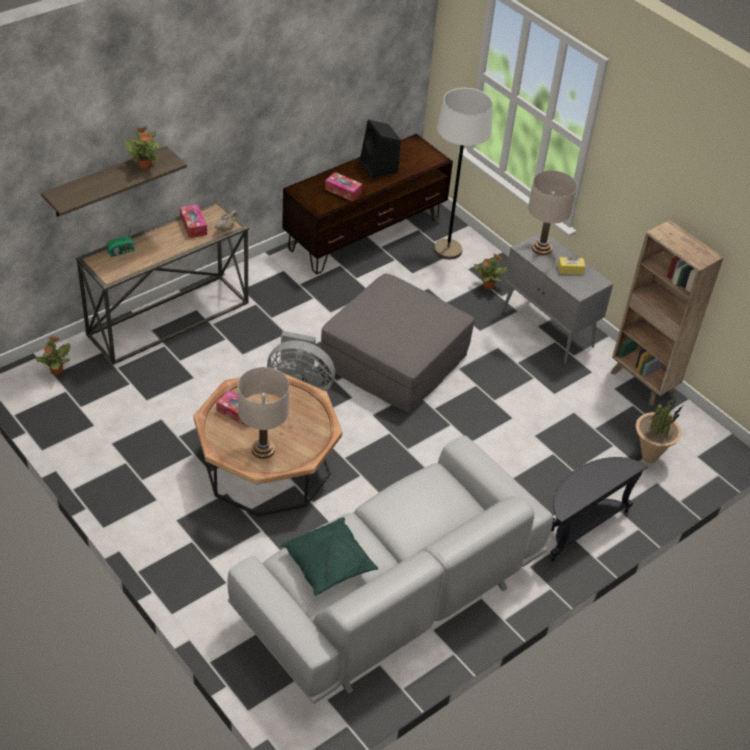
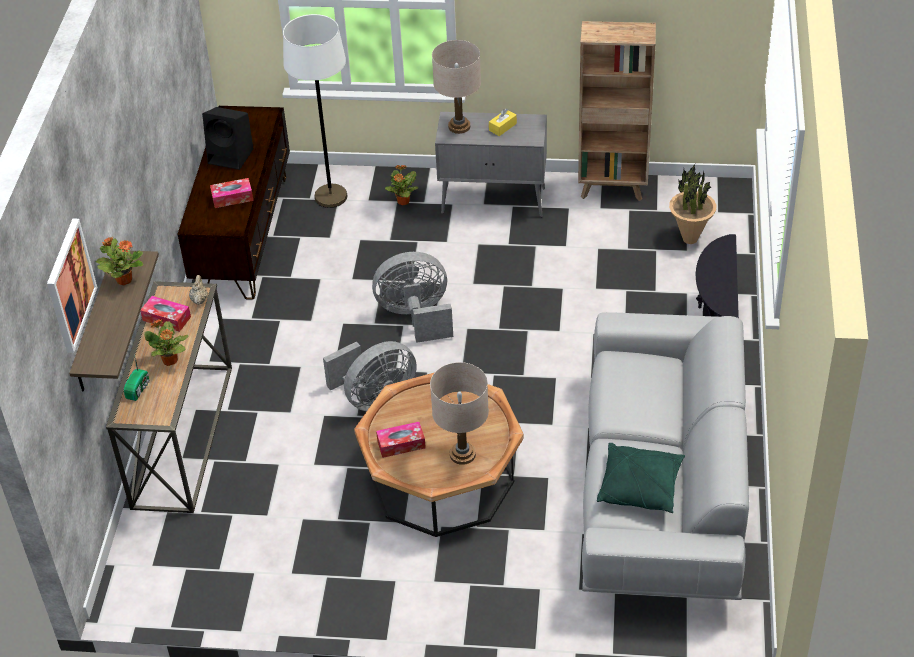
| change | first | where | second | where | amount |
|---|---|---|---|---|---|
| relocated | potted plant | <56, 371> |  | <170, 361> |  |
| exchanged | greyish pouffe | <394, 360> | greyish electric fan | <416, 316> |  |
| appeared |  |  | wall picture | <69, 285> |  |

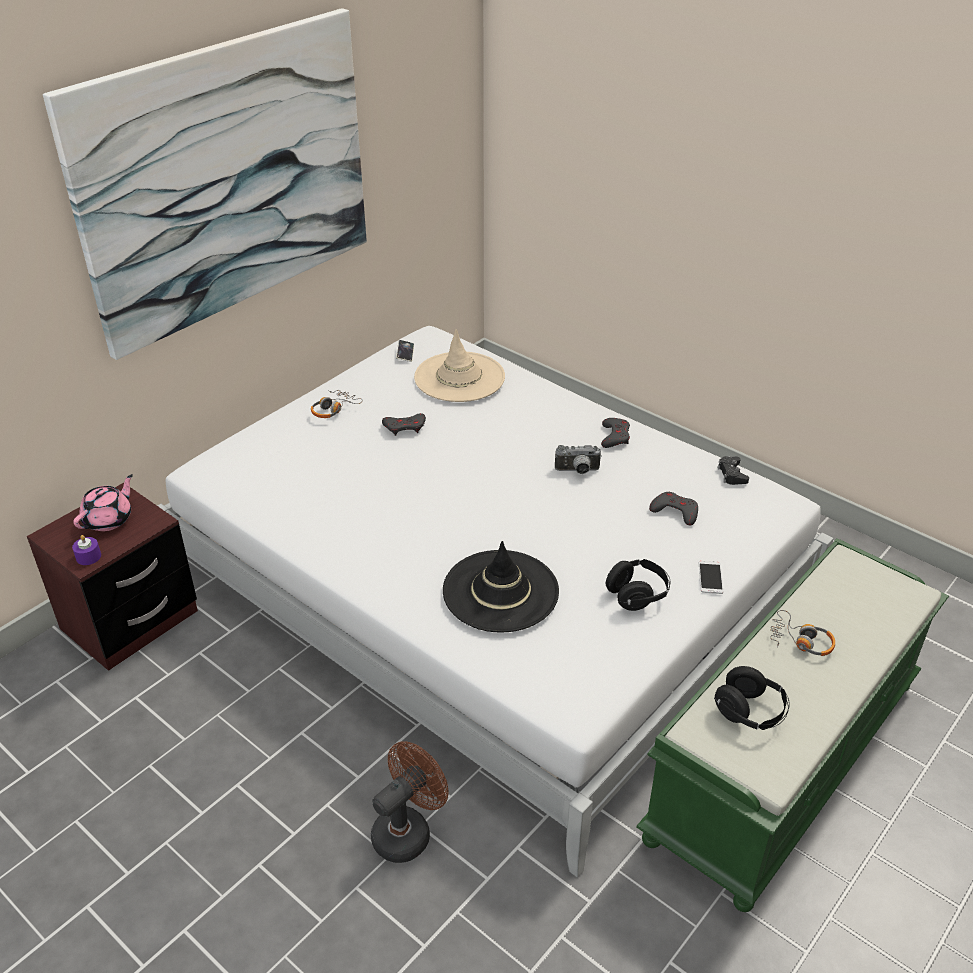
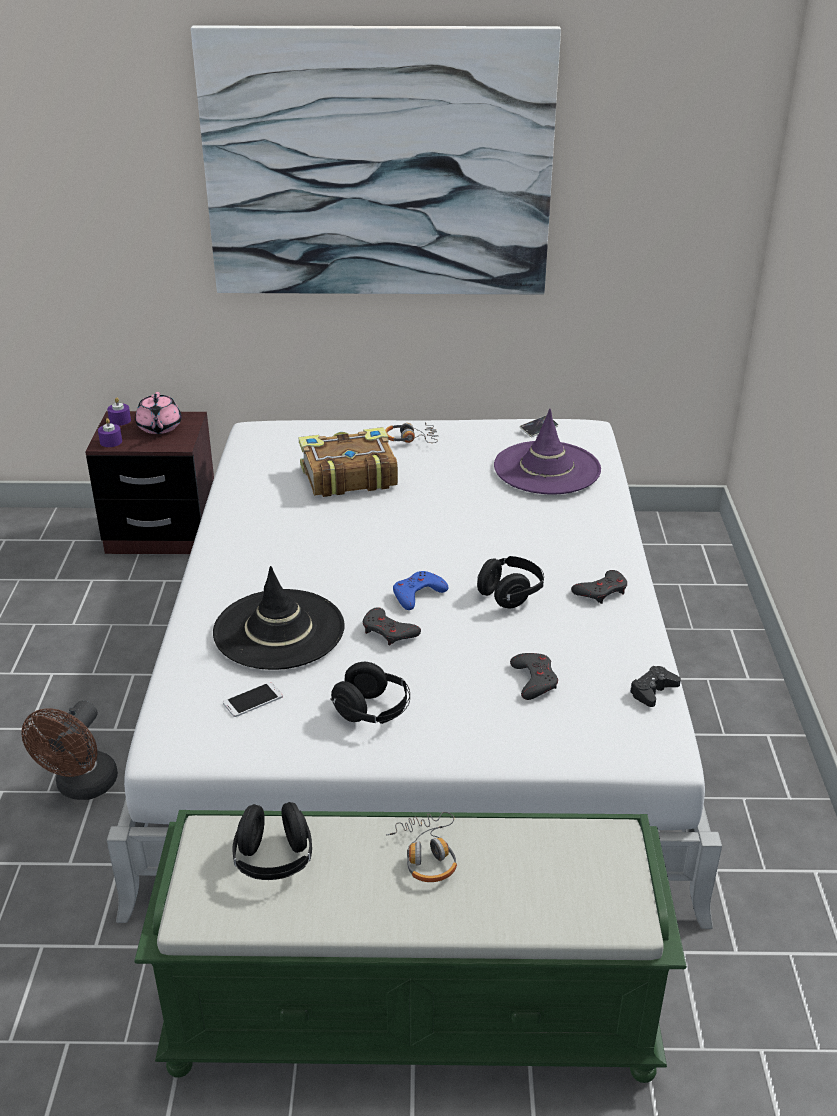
| change | first | where | second | where | amount |
|---|---|---|---|---|---|
| spun | pink-coloured tea pot | <109, 519> |  | <159, 428> | 90 degrees clockwise |
| spun | brownish electric fan | <408, 830> |  | <82, 787> | 105 degrees clockwise |
| relocated | greyish gamepad | <405, 427> |  | <389, 631> |  |
| colour | beige hat | <459, 377> | purple hat | <547, 468> |  |
| exchanged | still camera | <577, 471> | black-coloured pair of headphones | <510, 594> |  |
| relocated | telephone | <710, 577> |  | <253, 700> |  |
| appeared |  |  | purple wax light | <120, 420> |  |
| appeared |  |  | bound book | <347, 476> |  |
| appeared |  |  | bluish gamepad | <417, 594> |  |

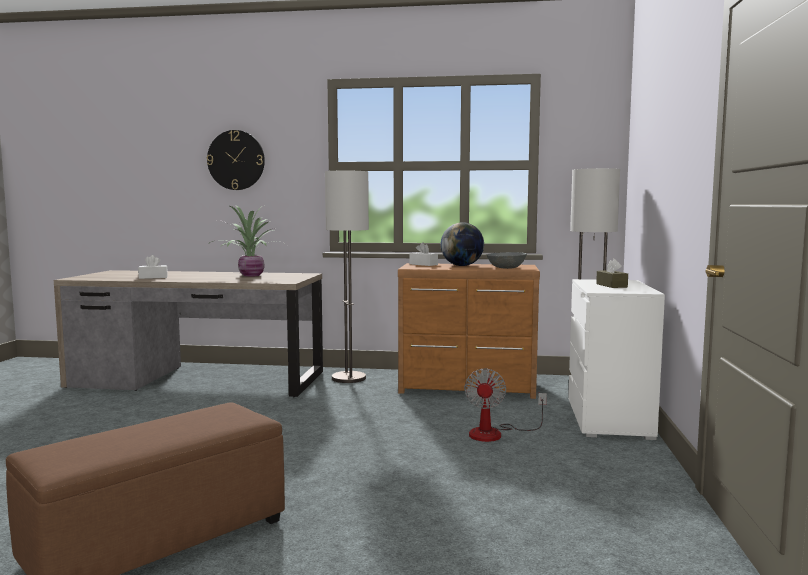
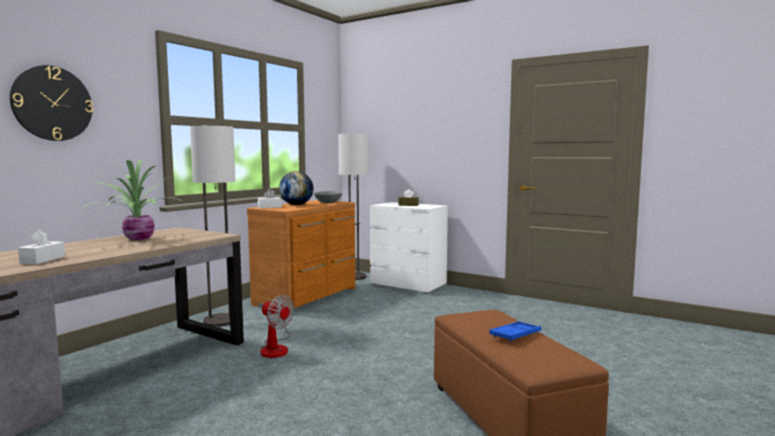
| change | first | where | second | where | amount |
|---|---|---|---|---|---|
| relocated | electric fan | <495, 433> |  | <276, 348> |  |
| appeared |  |  | bluish carrying tray | <515, 335> |  |

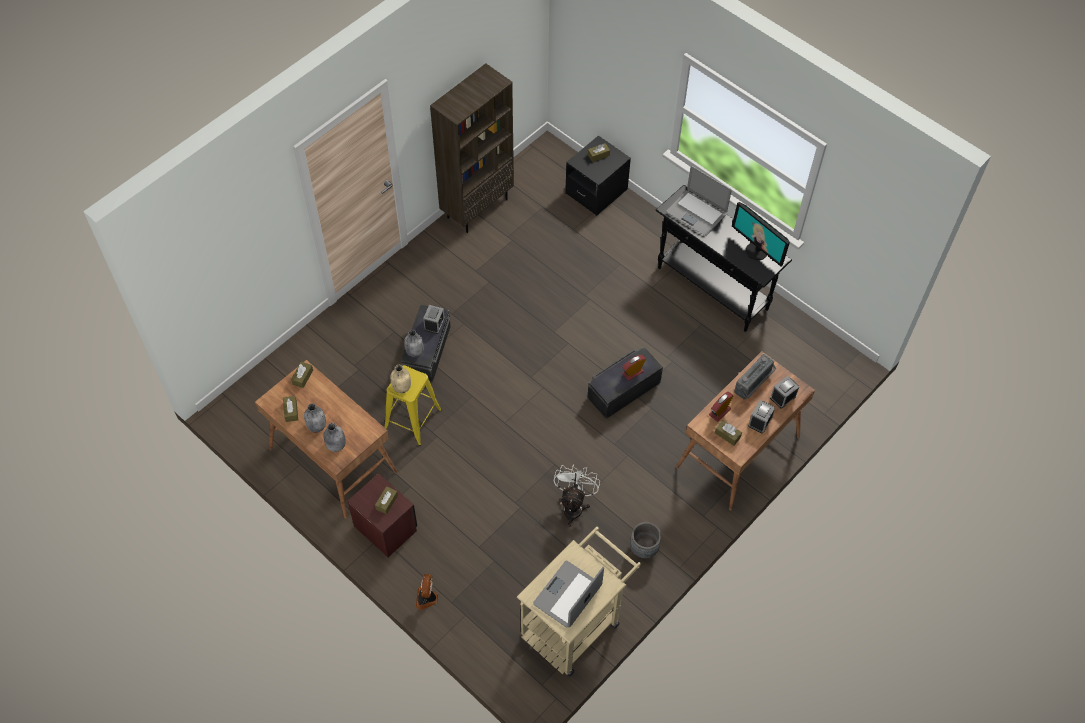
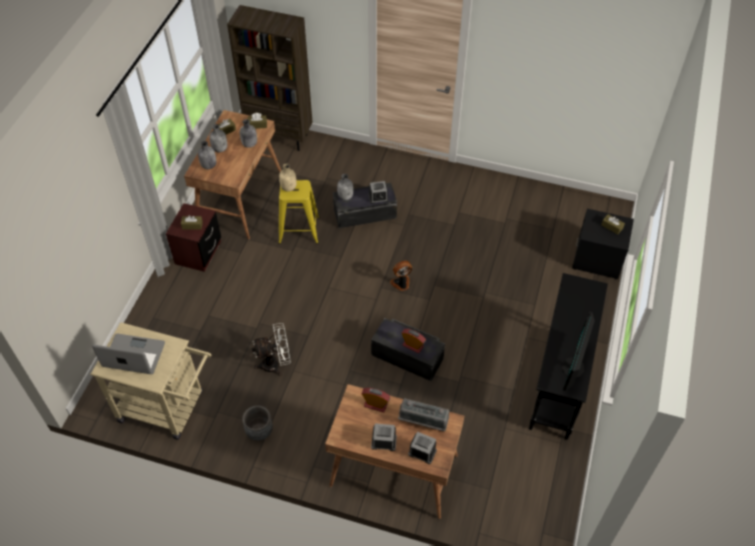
| change | first | where | second | where | amount |
|---|---|---|---|---|---|
| relocated | electric fan | <427, 598> |  | <401, 284> |  |
| relocated | brownish bookshelf | <477, 207> |  | <280, 137> |  |
| missing | laptop | <696, 213> |  |  |  |
| missing | brownish tissue holder | <727, 435> |  |  |  |
| appeared |  |  | greyish drink bottle | <249, 144> |  |

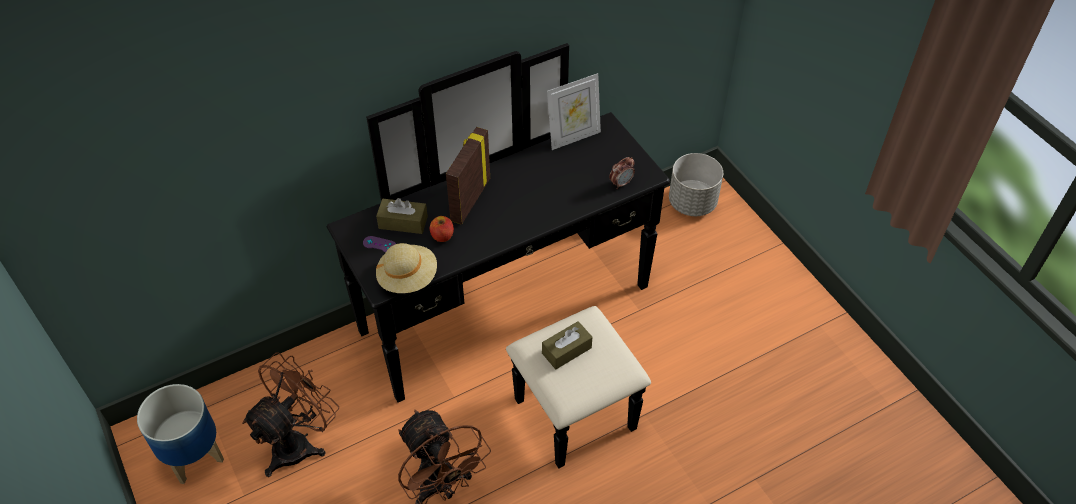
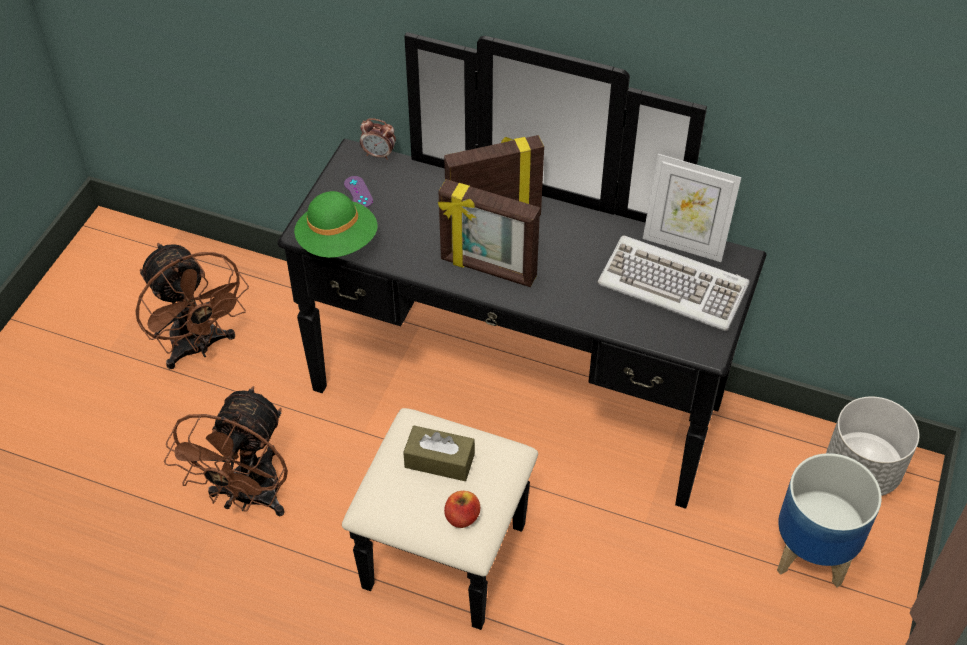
| change | first | where | second | where | amount |
|---|---|---|---|---|---|
| relocated | flower pot | <193, 455> |  | <811, 552> |  |
| spun | brownish electric fan | <299, 442> |  | <199, 348> | 60 degrees clockwise |
| missing | brownish tissue holder | <403, 222> |  |  |  |
| colour | beige hat | <408, 278> | green-coloured hat | <338, 242> |  |
| relocated | apple fruit | <442, 236> |  | <462, 517> |  |
| relocated | table clock | <621, 183> |  | <379, 154> |  |
| appeared |  |  | photo frame | <487, 269> |  |
| appeared |  |  | PC keyboard | <673, 286> |  |

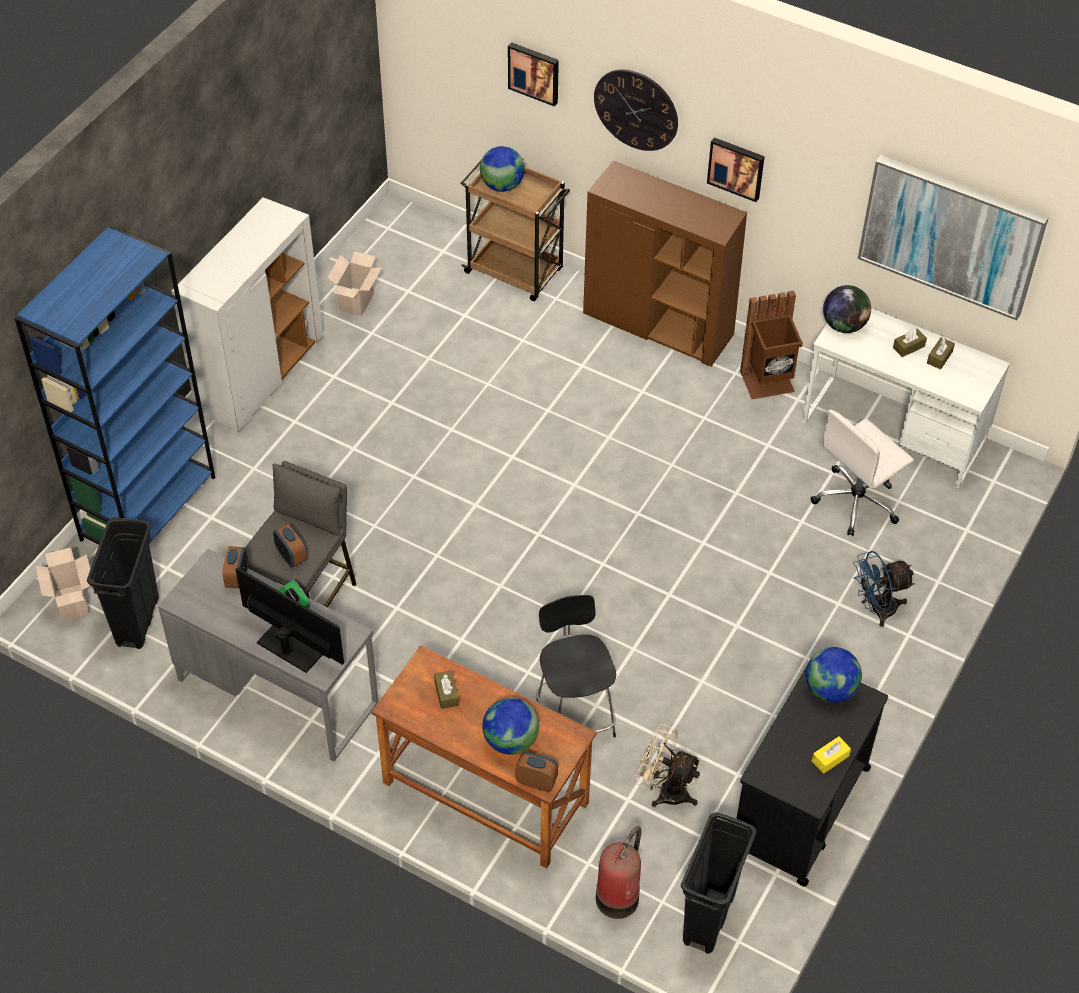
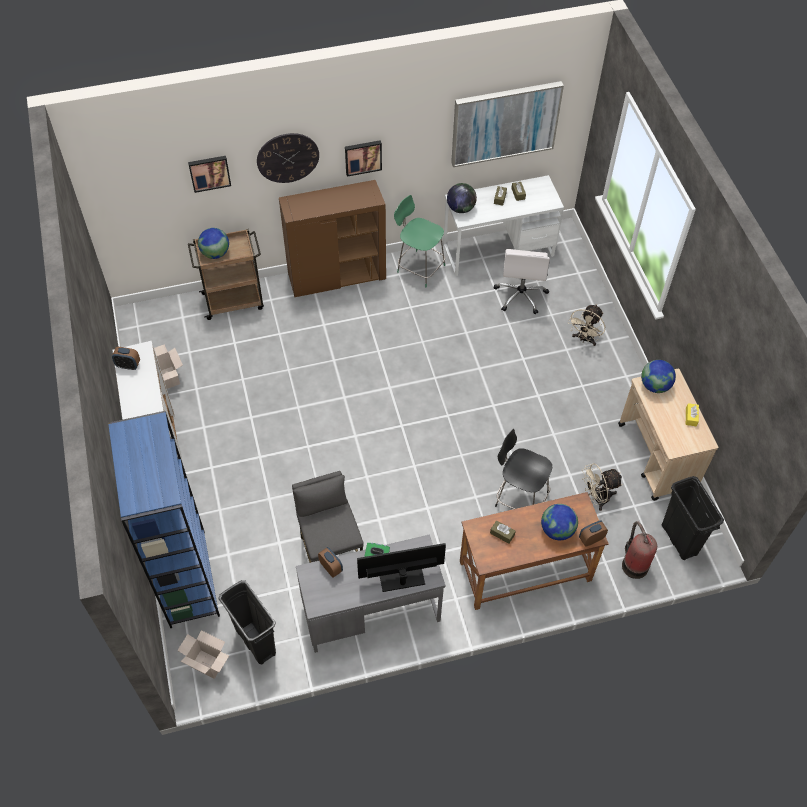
| change | first | where | second | where | amount |
|---|---|---|---|---|---|
| relocated | table clock | <291, 556> |  | <128, 365> |  |
| colour | black-coloured trolley | <799, 809> | beige trolley | <657, 457> |  |
| exchanged | brownish rubbish bin | <768, 383> | green-coloured chair | <419, 268> |  |
| colour | bluish electric fan | <876, 609> | beige electric fan | <584, 339> |  |

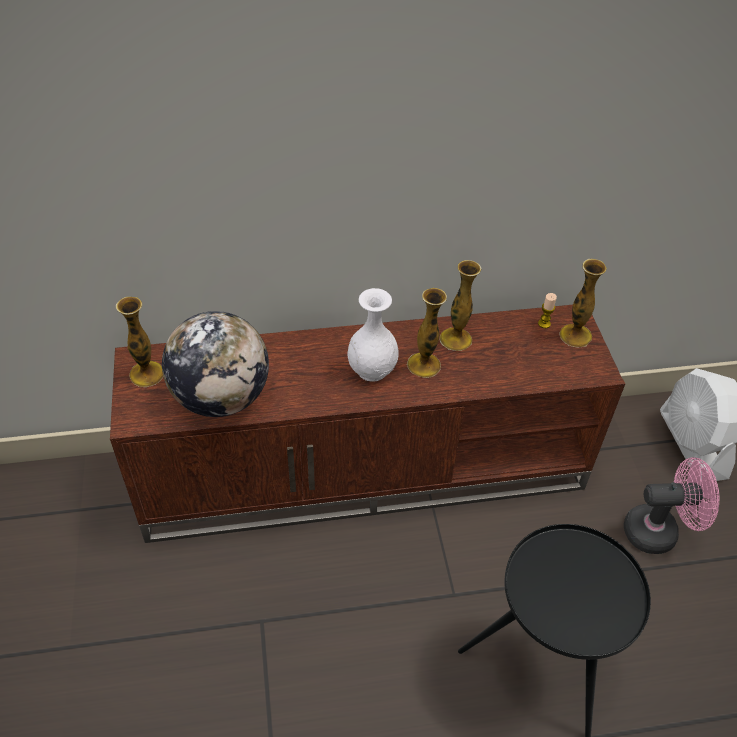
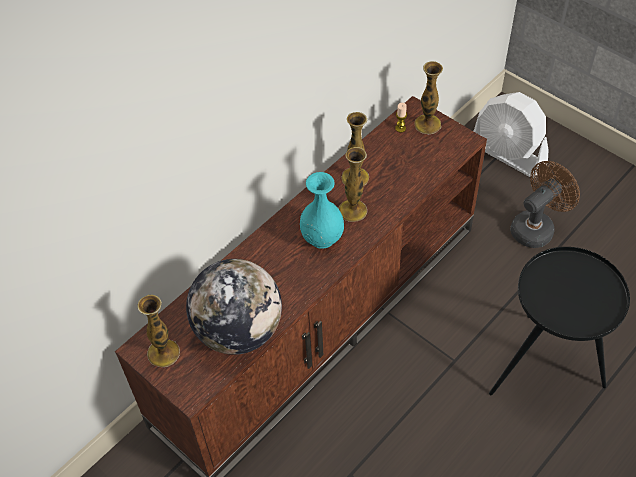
| change | first | where | second | where | amount |
|---|---|---|---|---|---|
| colour | whitish decorative vase | <372, 369> | turquoise-coloured decorative vase | <322, 237> |  |
| colour | pink-coloured electric fan | <659, 531> | brownish electric fan | <536, 227> |  |

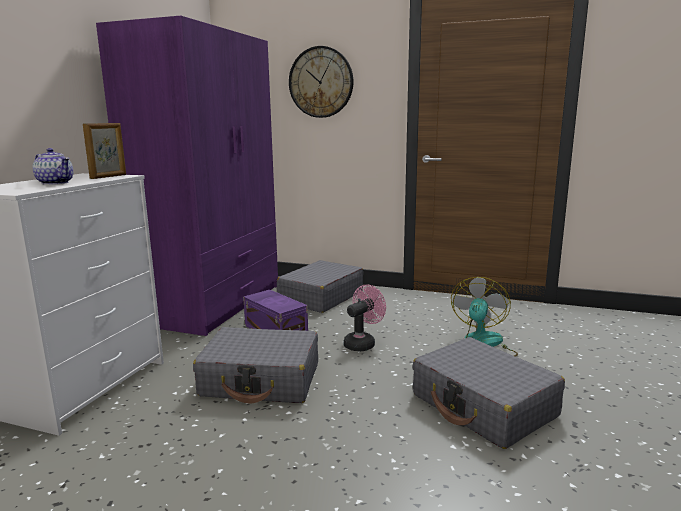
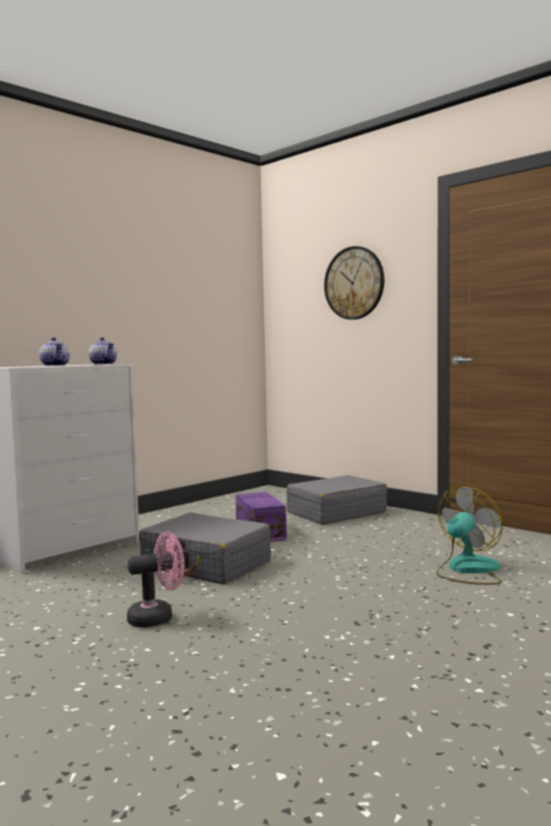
| change | first | where | second | where | amount |
|---|---|---|---|---|---|
| exchanged | photo frame | <109, 176> | tea pot | <104, 364> |  |
| missing | purple clothes cupboard | <214, 304> |  |  |  |
| relocated | pink-coloured electric fan | <362, 343> |  | <158, 617> |  |
| missing | greyish suitcase | <483, 406> |  |  |  |

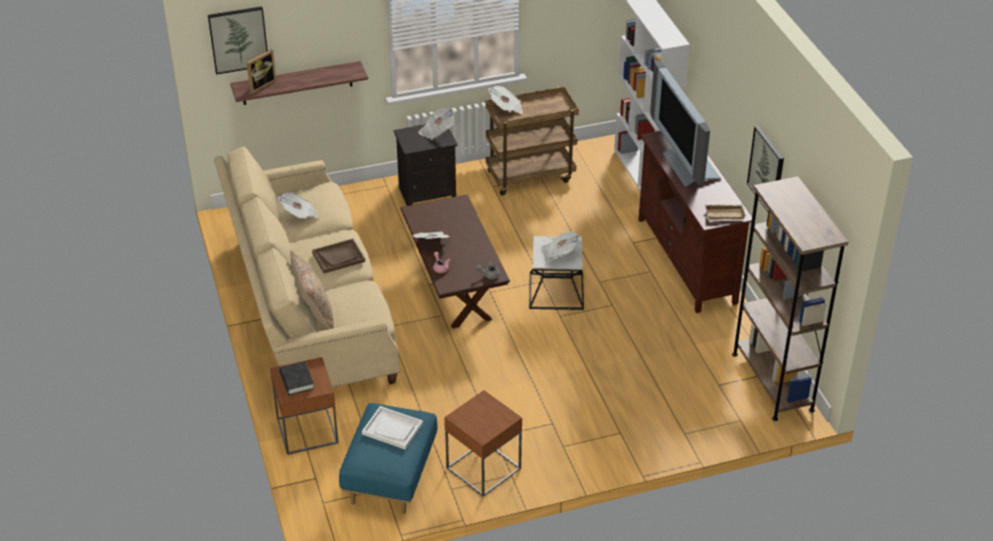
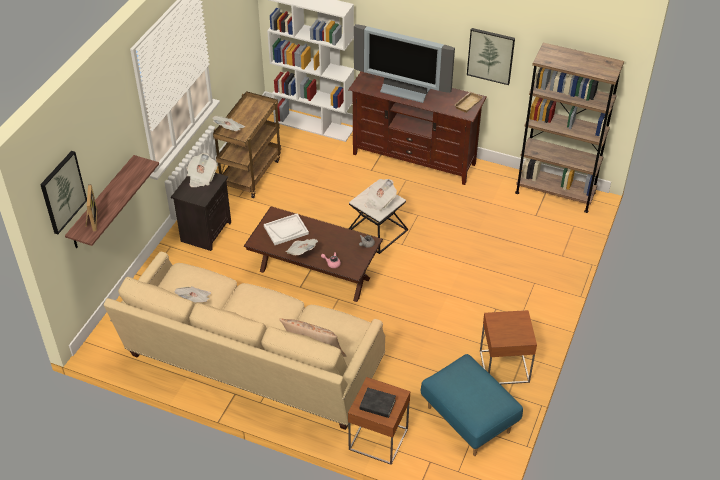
| change | first | where | second | where | amount |
|---|---|---|---|---|---|
| missing | brownish carrying tray | <338, 257> |  |  |  |
| relocated | whitish carrying tray | <393, 429> |  | <286, 230> |  |

